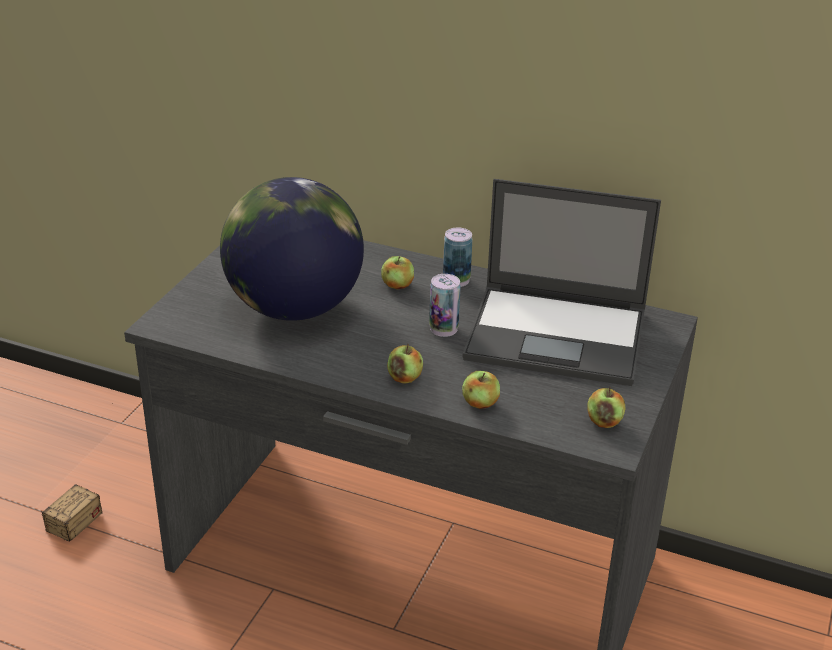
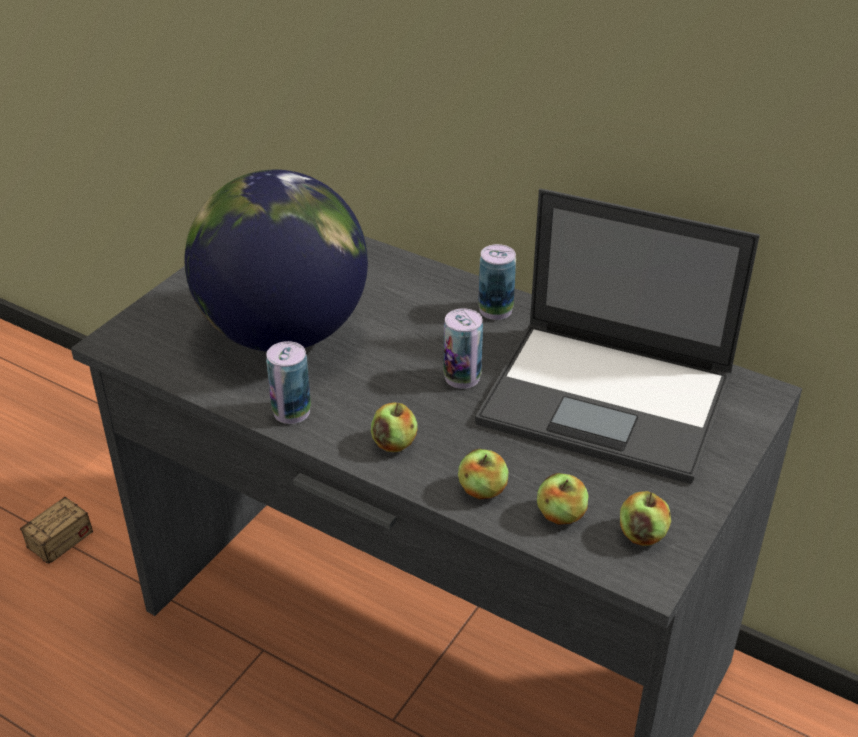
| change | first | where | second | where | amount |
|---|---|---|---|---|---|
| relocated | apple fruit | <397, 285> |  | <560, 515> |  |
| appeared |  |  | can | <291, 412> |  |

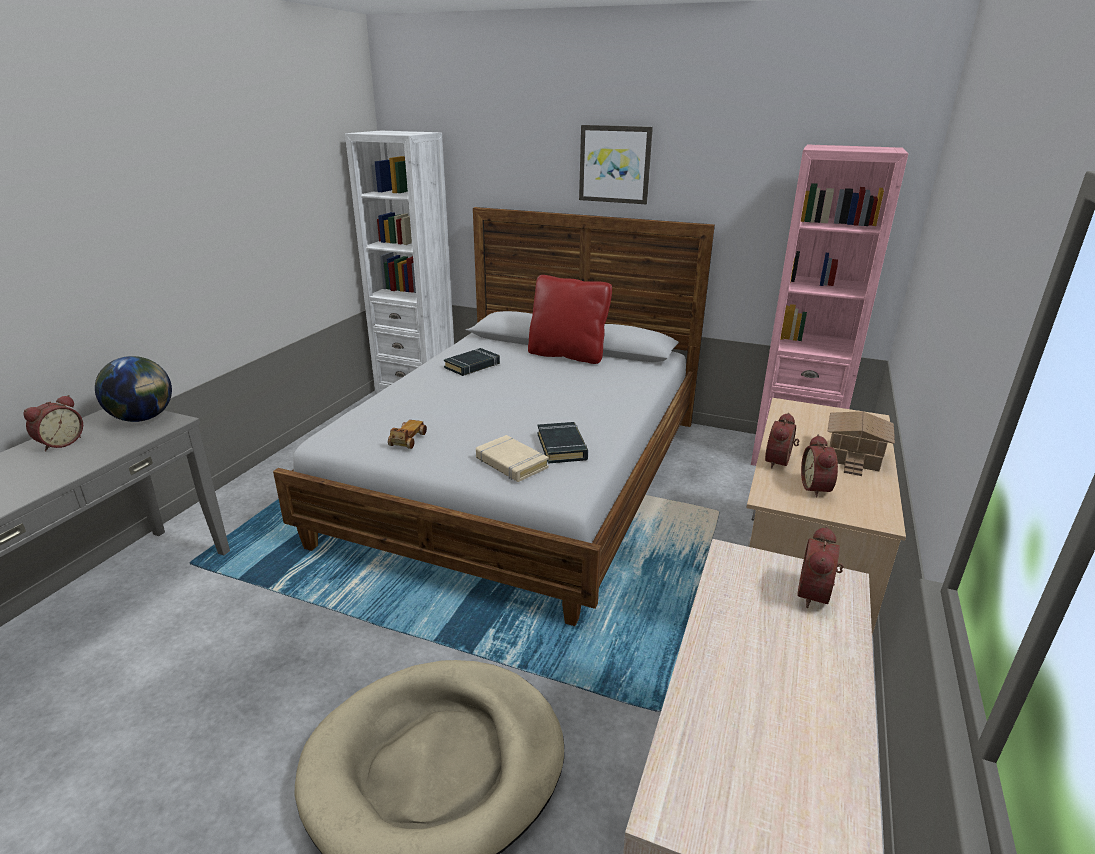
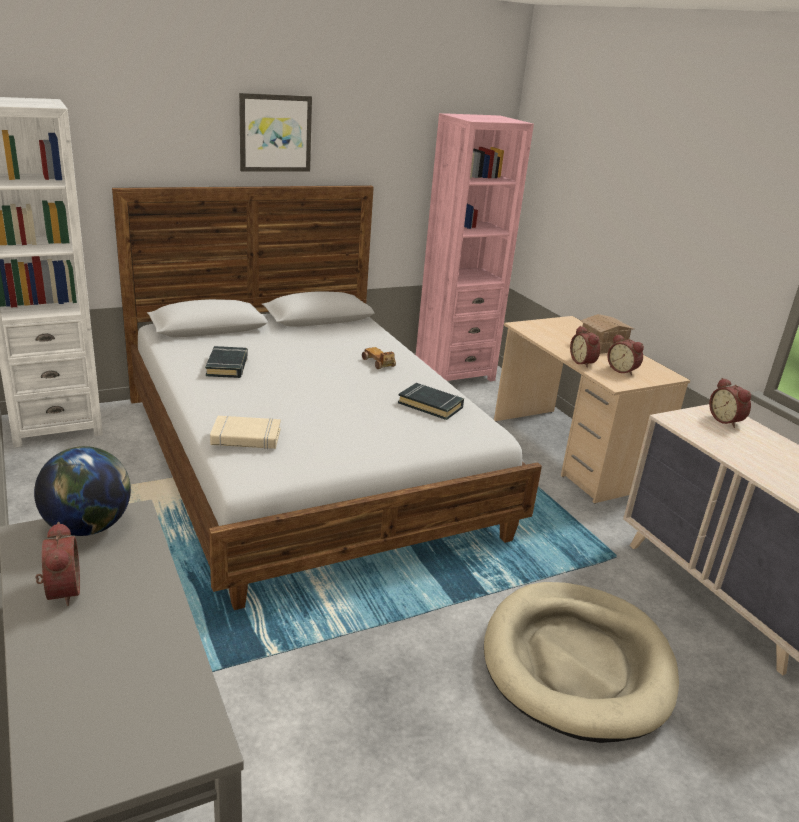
| change | first | where | second | where | amount |
|---|---|---|---|---|---|
| relocated | miniature car | <407, 440> |  | <378, 363> |  |
| relocated | beige bound book | <511, 463> |  | <246, 437> |  |
| missing | red-coloured pillow | <567, 355> |  |  |  |

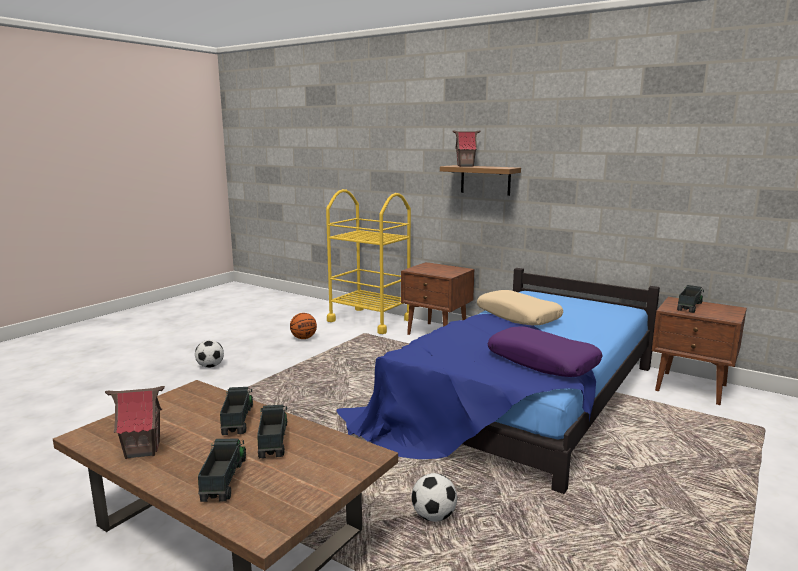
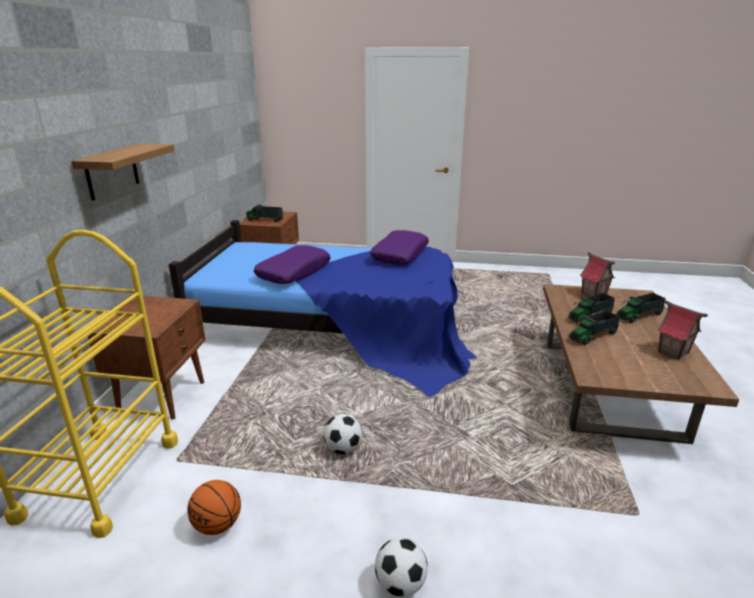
| change | first | where | second | where | amount |
|---|---|---|---|---|---|
| relocated | ball for football | <434, 516> |  | <343, 449> |  |
| relocated | miniature house | <465, 166> |  | <593, 294> |  |
| colour | beige pillow | <518, 316> | purple pillow | <293, 272> |  |

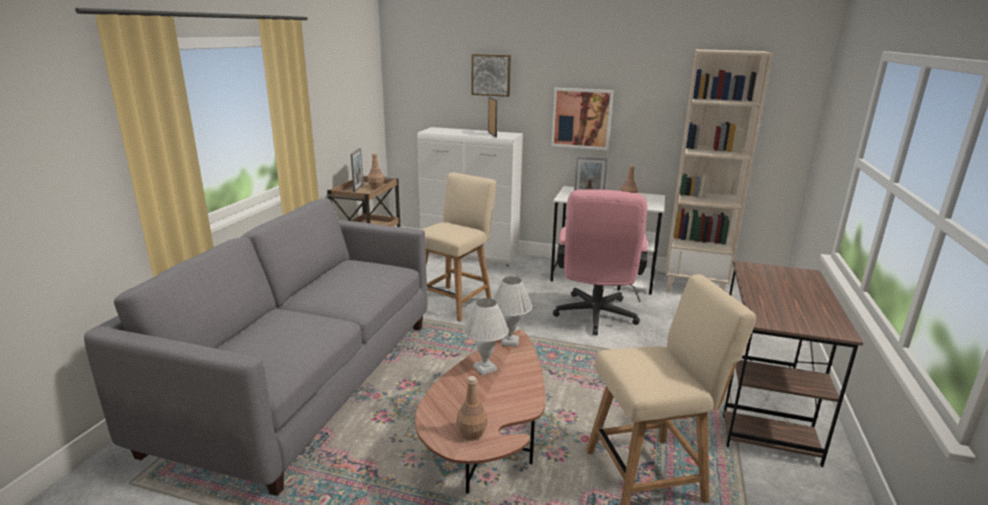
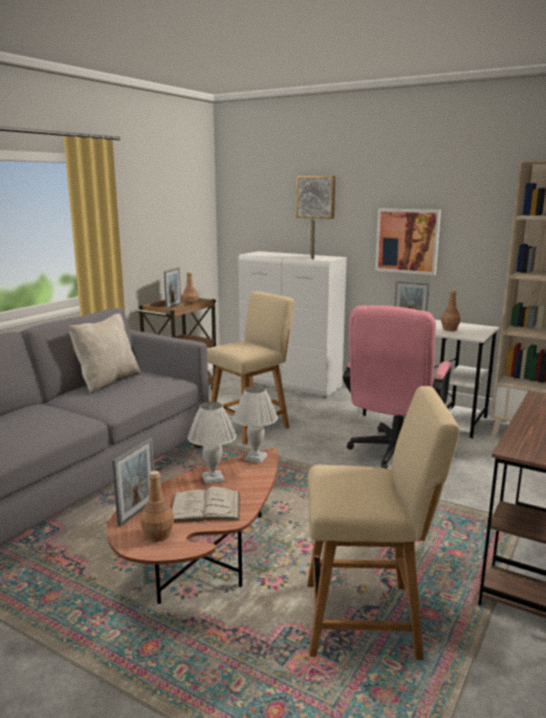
| change | first | where | second | where | amount |
|---|---|---|---|---|---|
| appeared |  |  | beige pillow | <107, 382> |  |
| appeared |  |  | photo frame | <137, 512> |  |
| appeared |  |  | whitish bound book | <205, 507> |  |

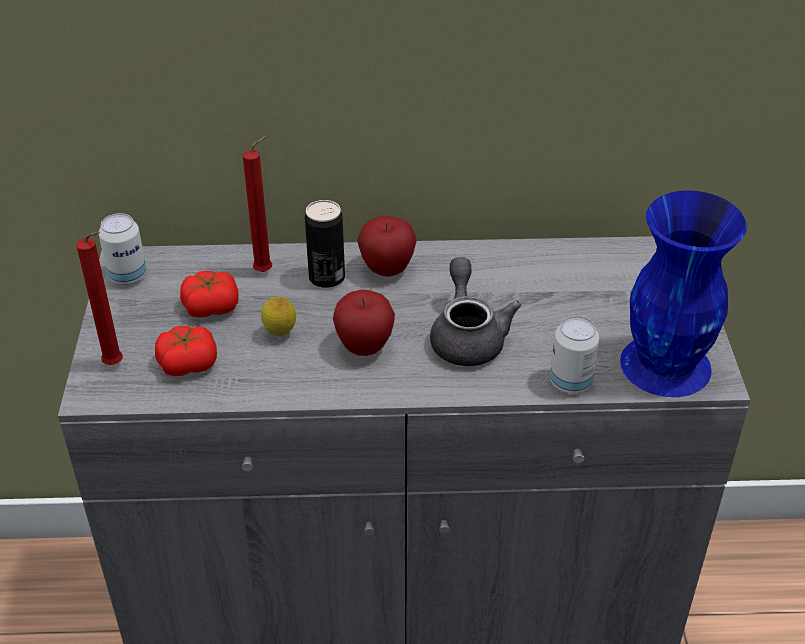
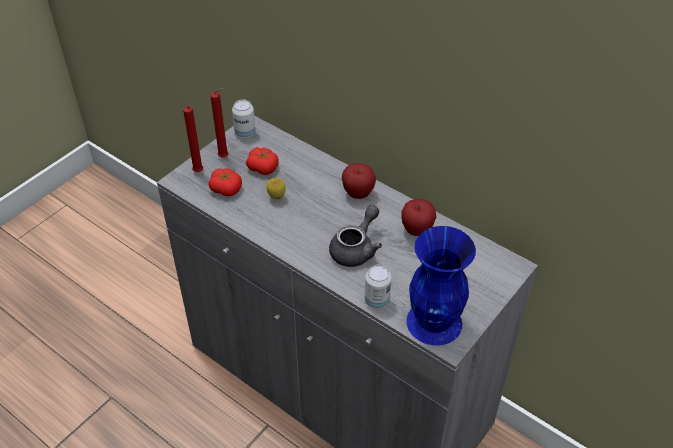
| change | first | where | second | where | amount |
|---|---|---|---|---|---|
| relocated | red-coloured wax light | <266, 271> |  | <225, 157> |  |
| missing | can | <327, 278> |  |  |  |
| relocated | apple fruit | <364, 347> |  | <416, 230> |  |

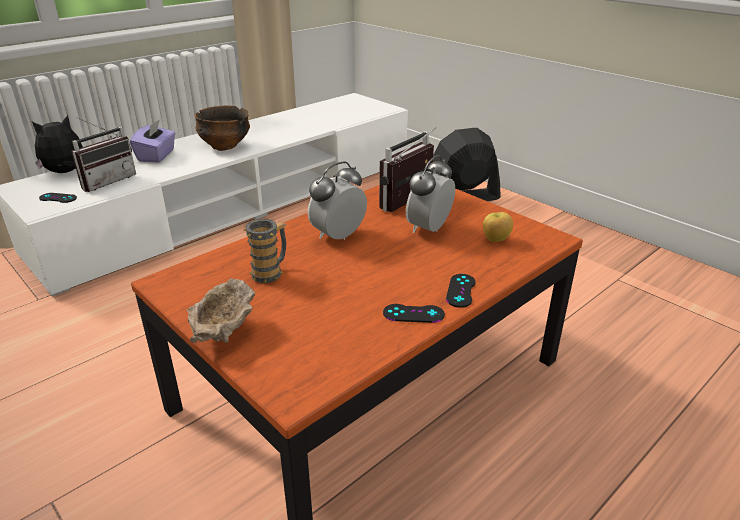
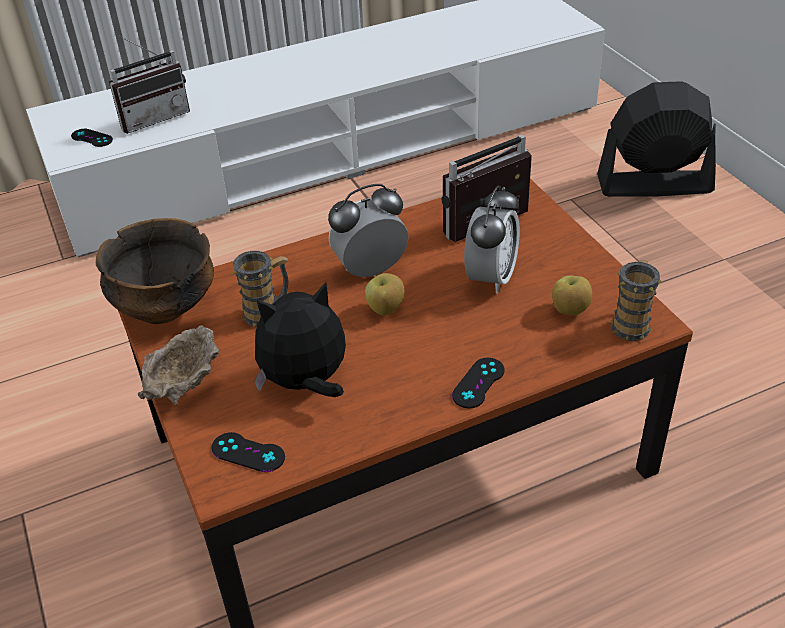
| change | first | where | second | where | amount |
|---|---|---|---|---|---|
| relocated | soft toy | <66, 172> |  | <306, 383> |  |
| missing | purple tissue holder | <157, 156> |  |  |  |
| relocated | deep dish | <225, 146> |  | <165, 307> |  |
| relocated | black-coloured gamepad | <413, 314> |  | <248, 452> |  |
| spun | table clock | <429, 229> |  | <491, 277> | 150 degrees clockwise |
| appeared |  |  | apple fruit | <385, 310> |  |
| appeared |  |  | tea mug | <631, 323> |  |

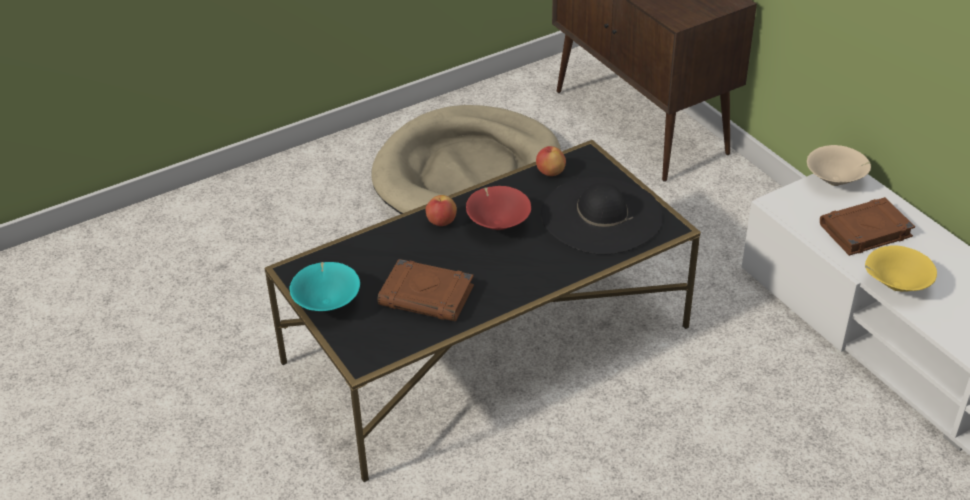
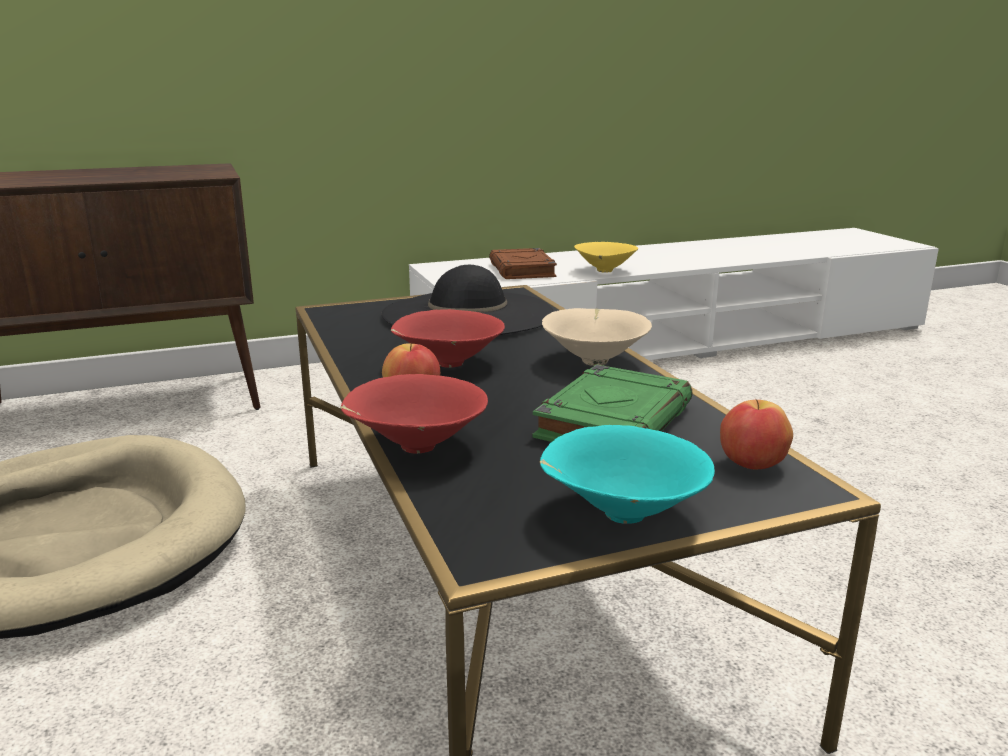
| change | first | where | second | where | amount |
|---|---|---|---|---|---|
| colour | brownish bound book | <427, 296> | green-coloured bound book | <614, 421> |  |
| relocated | apple fruit | <550, 172> |  | <752, 465> |  |
| relocated | beige deep dish | <836, 181> |  | <595, 361> |  |
| appeared |  |  | red-coloured deep dish | <414, 447> |  |

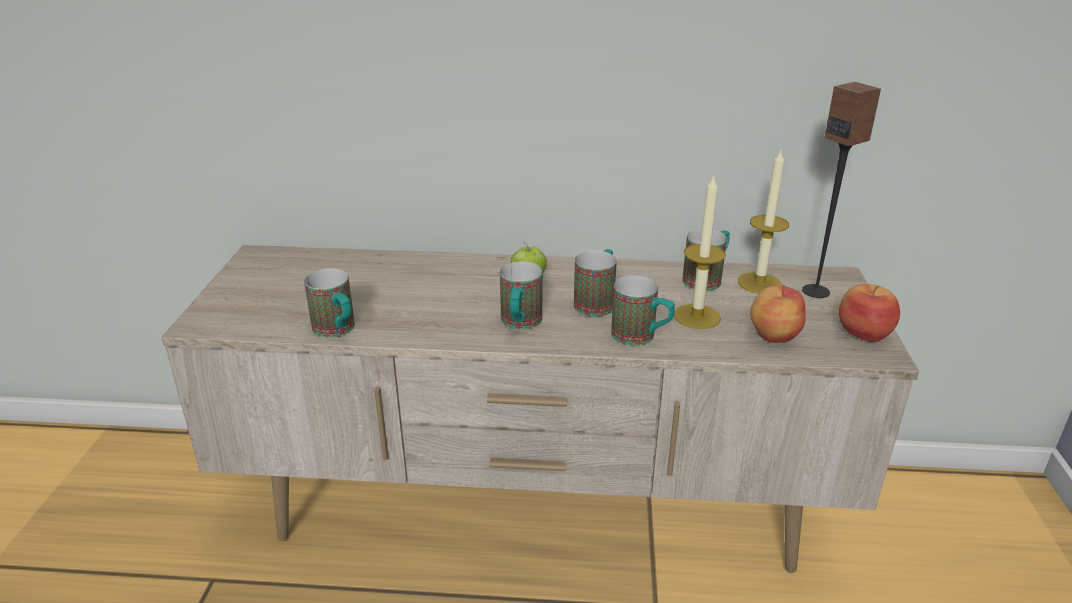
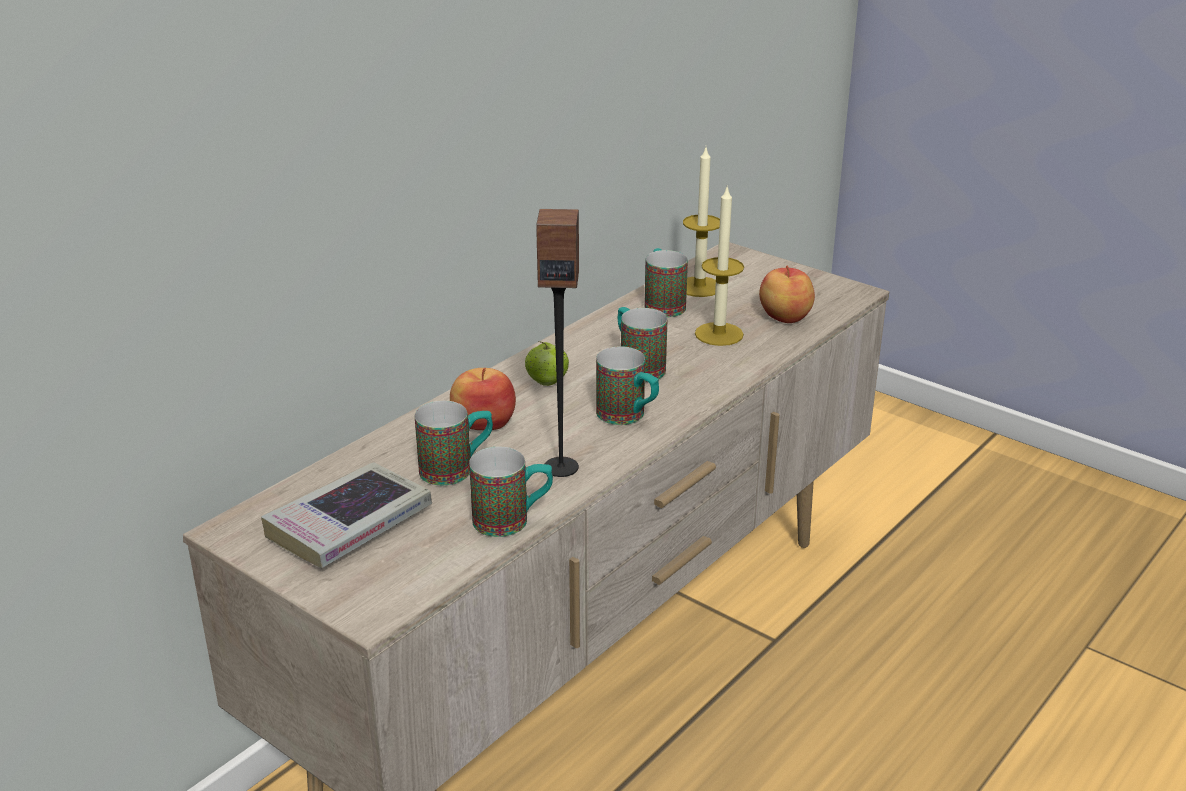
| change | first | where | second | where | amount |
|---|---|---|---|---|---|
| relocated | tea mug | <641, 337> |  | <457, 469> |  |
| relocated | audio speaker | <816, 291> |  | <561, 467> |  |
| relocated | apple fruit | <864, 332> |  | <483, 422> |  |
| appeared |  |  | bound book | <349, 524> |  |

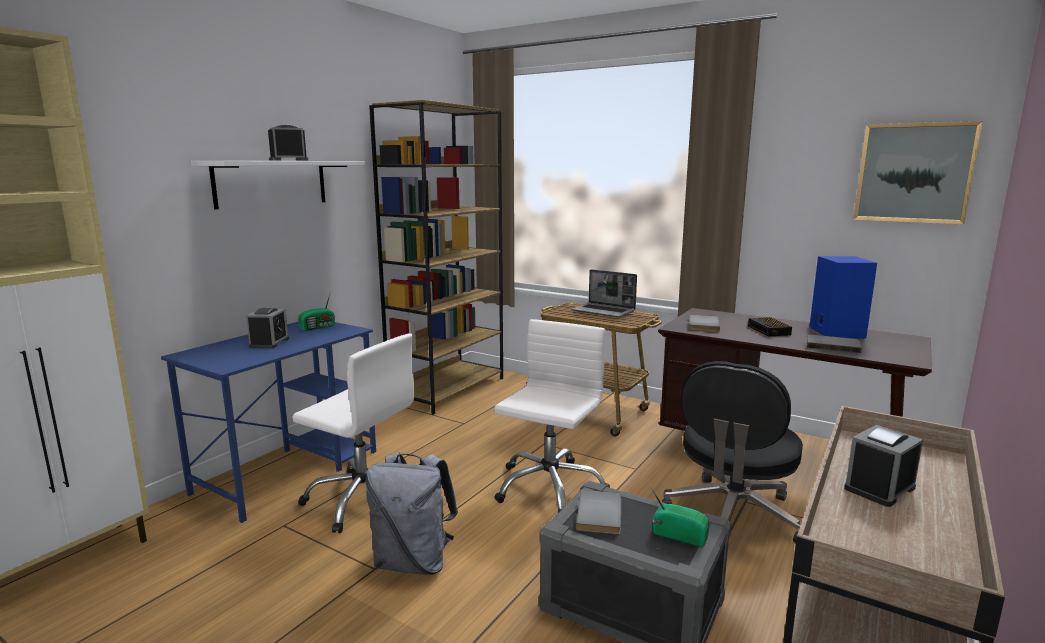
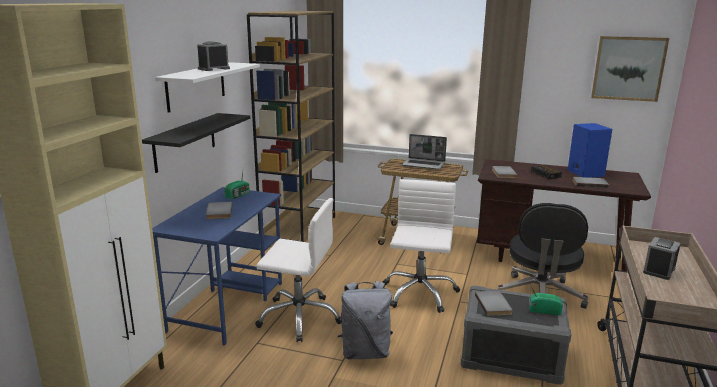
| change | first | where | second | where | amount |
|---|---|---|---|---|---|
| exchanged | table clock | <269, 343> | greyish bound book | <218, 212> |  |
| appeared |  |  | black-coloured shelf | <185, 141> |  |

